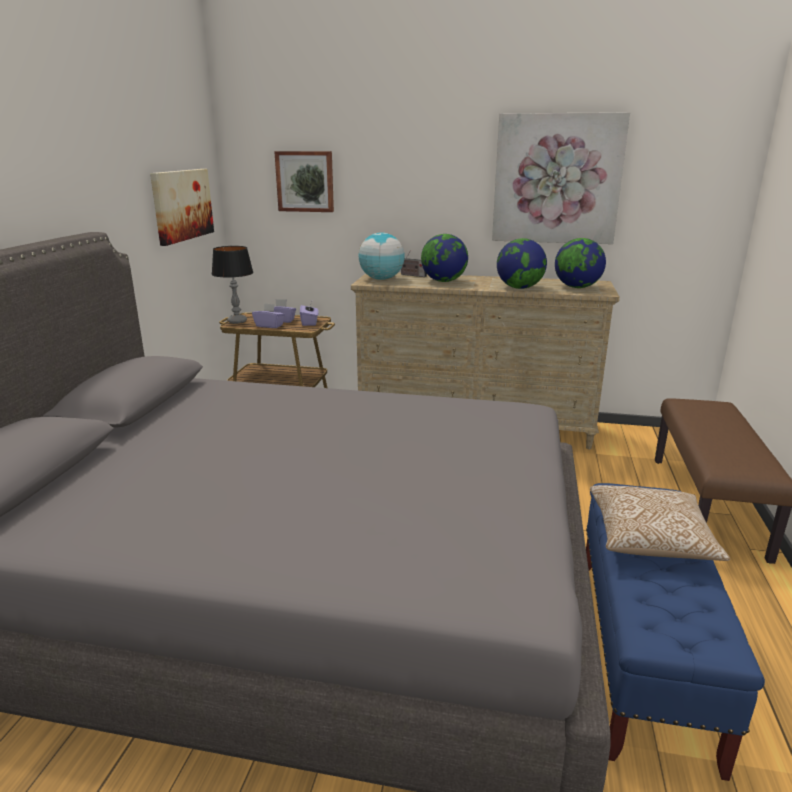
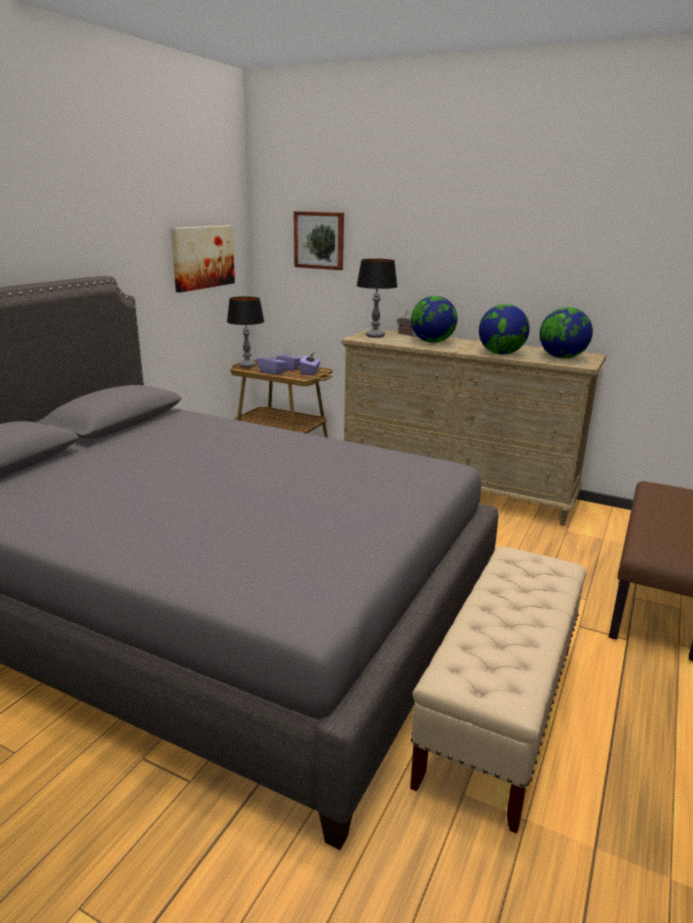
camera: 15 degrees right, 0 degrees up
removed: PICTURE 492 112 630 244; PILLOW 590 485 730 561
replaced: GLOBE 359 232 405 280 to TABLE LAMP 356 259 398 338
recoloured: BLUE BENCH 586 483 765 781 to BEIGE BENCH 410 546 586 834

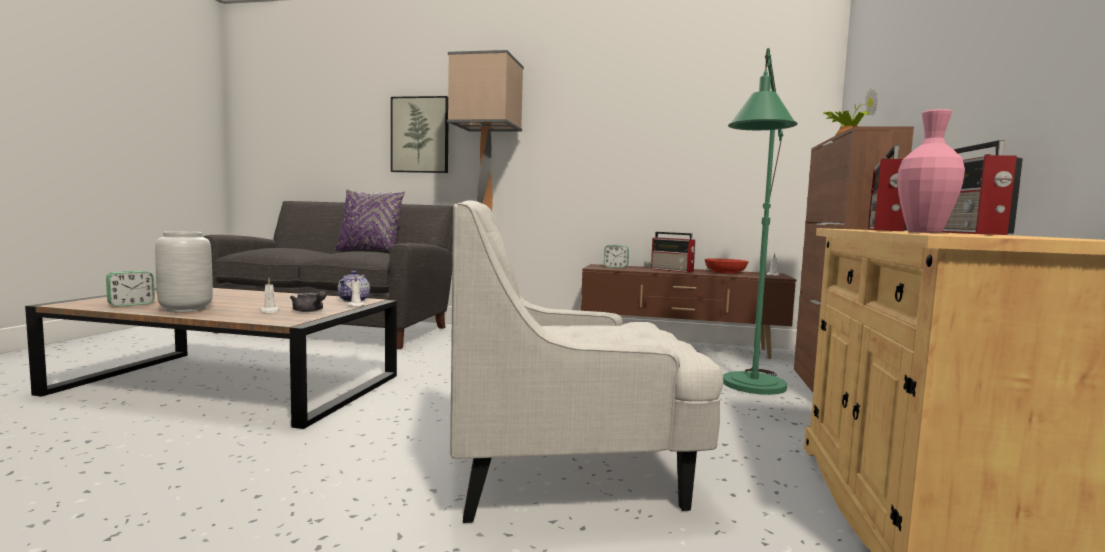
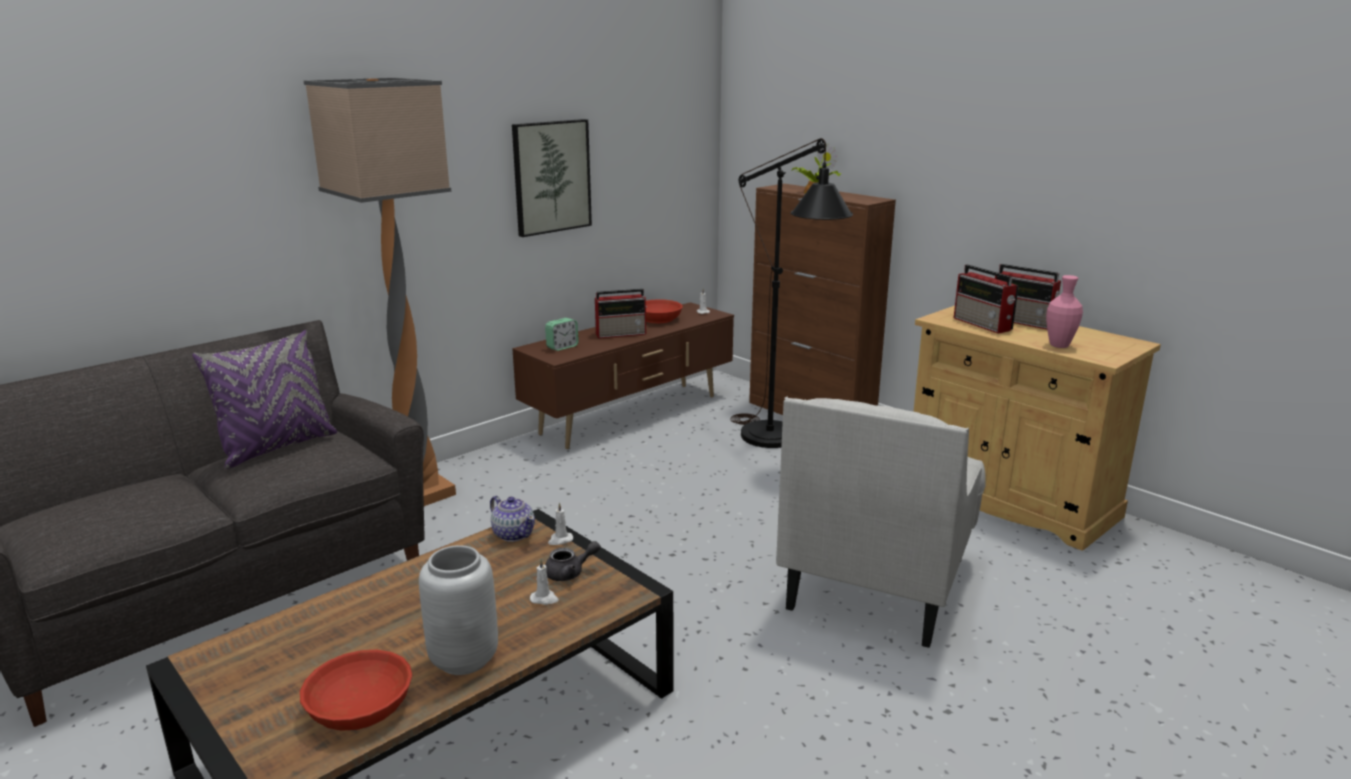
camera: 55 degrees left, 15 degrees up
moved: PICTURE 391 96 448 173 to 512 119 592 237
replaced: ALARM CLOCK 106 271 155 307 to RED BOWL 300 650 412 731
recoloured: GREEN FLOOR LAMP 723 48 797 395 to BLACK FLOOR LAMP 730 138 853 448

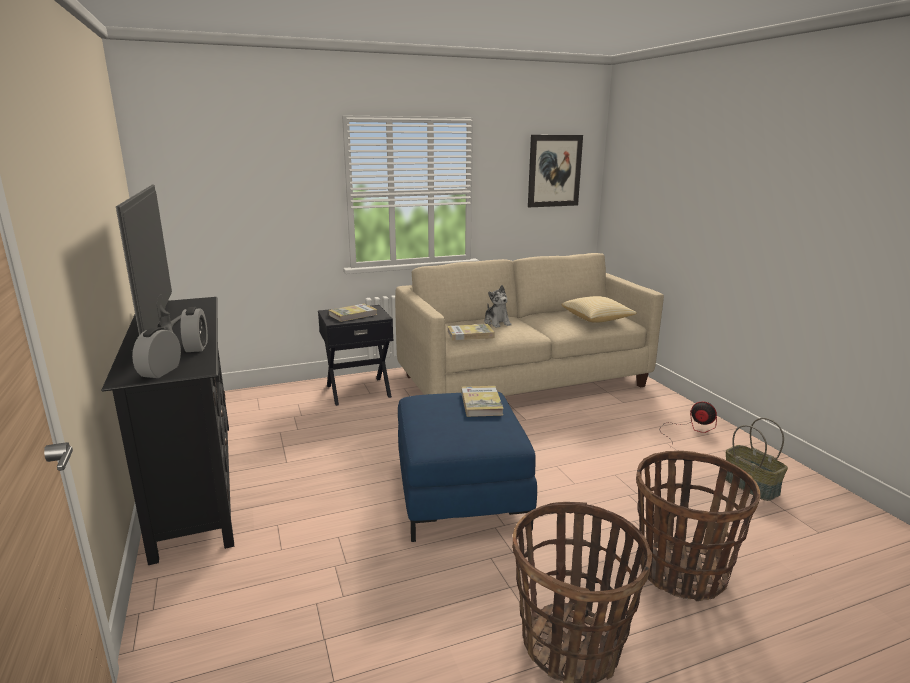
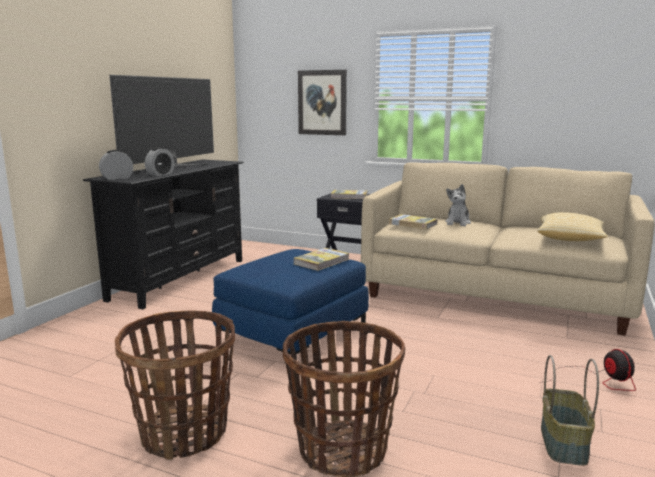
camera: 45 degrees right, 5 degrees down
moved: PICTURE 528 135 583 207 to 298 70 347 135

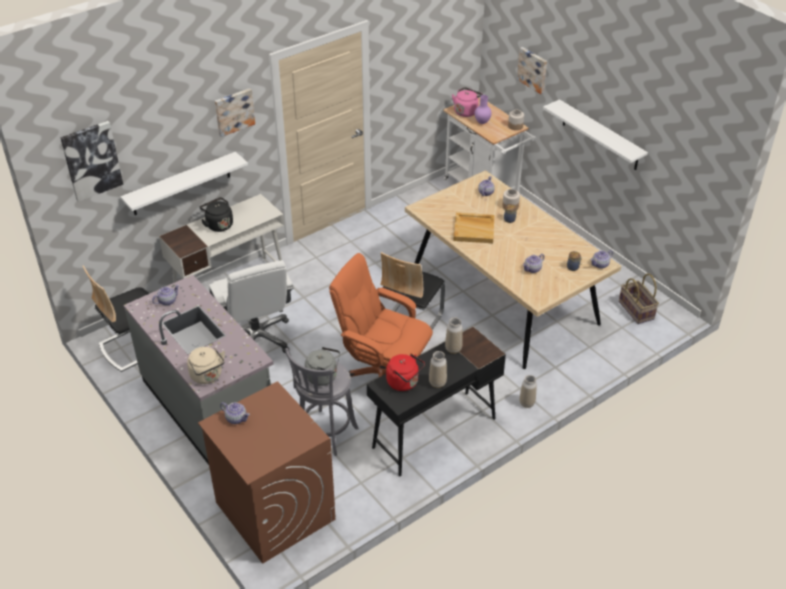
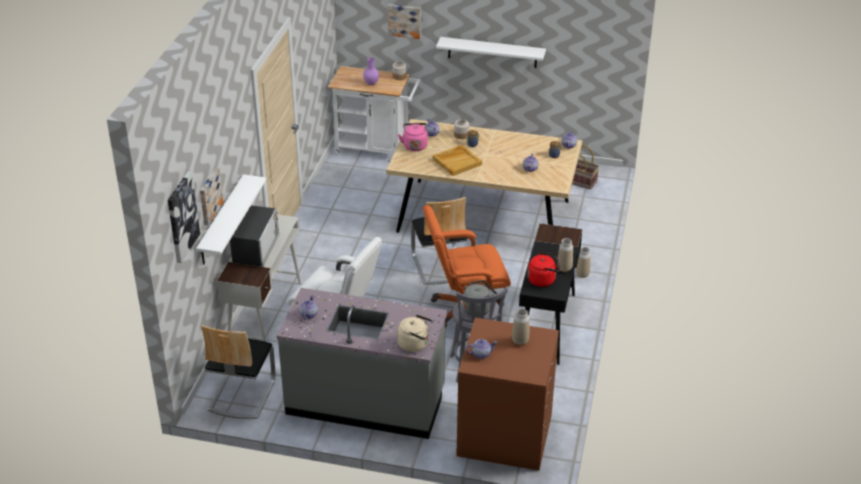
camera: 40 degrees left, 5 degrees down
moved: PICTURE 215 88 255 137 to 200 168 223 225; VASE 445 318 463 354 to 512 308 529 346; PINK KETTLE 452 87 483 117 to 398 123 428 151
replaced: BLACK KETTLE 200 197 233 232 to MICROWAVE 230 205 279 267

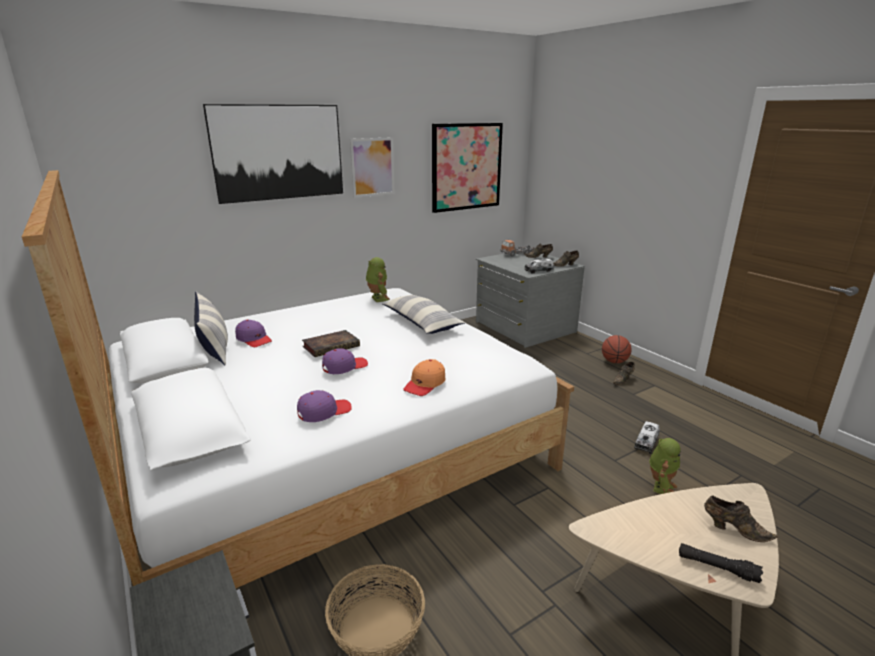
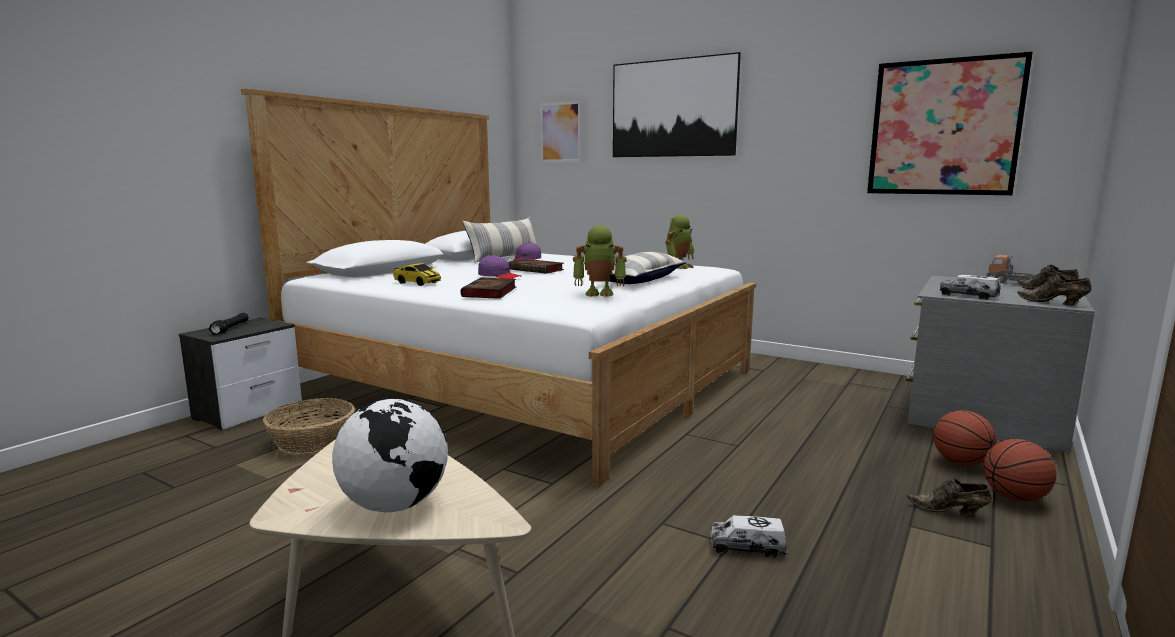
camera: 65 degrees right, 10 degrees down
added: BASKETBALL 933 410 996 466
moved: PICTURE 350 137 395 198 to 540 101 581 162; TOY ROBOT 649 438 681 494 to 573 225 627 297; BLACK FLASHLIGHT 679 543 763 583 to 209 313 249 334
replaced: PURPLE CAP 297 390 352 422 to TOY CAR 393 263 441 286; ORANGE CAP 403 359 445 396 to BOOK 461 278 516 299; BROWN SHOE 704 495 778 542 to GLOBE 332 398 448 512

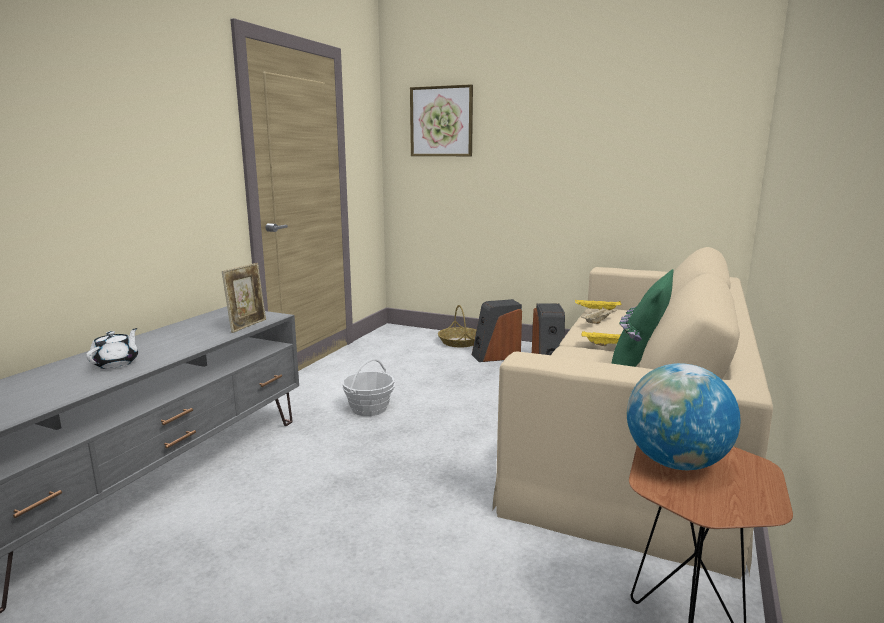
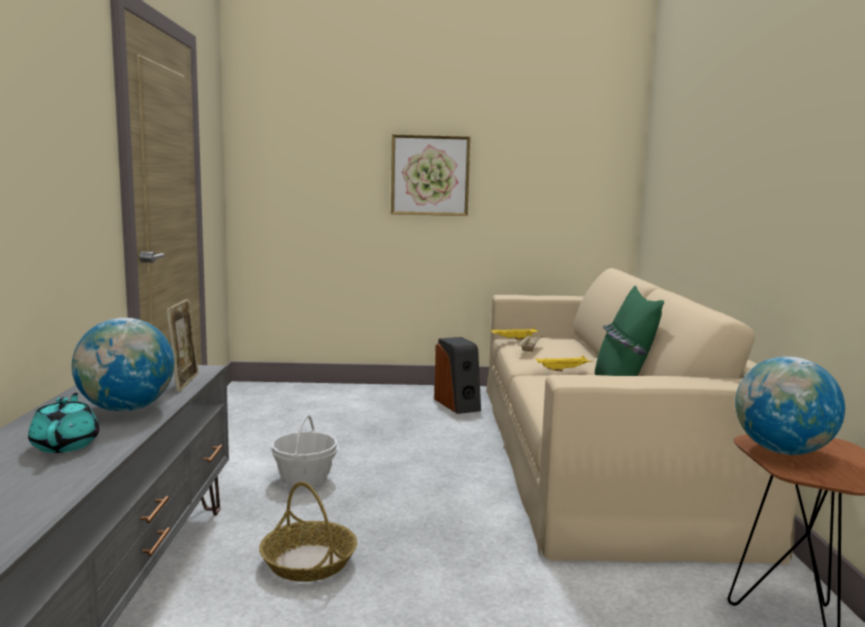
camera: 25 degrees left, 5 degrees down
removed: SPEAKER 472 299 522 362
added: GLOBE 72 318 174 412
moved: PICTURE 410 84 473 156 to 391 134 470 216; BASKET 438 305 476 347 to 259 482 357 582
recoloured: WHITE TEAPOT 86 328 138 369 to TURQUOISE TEAPOT 28 393 99 453

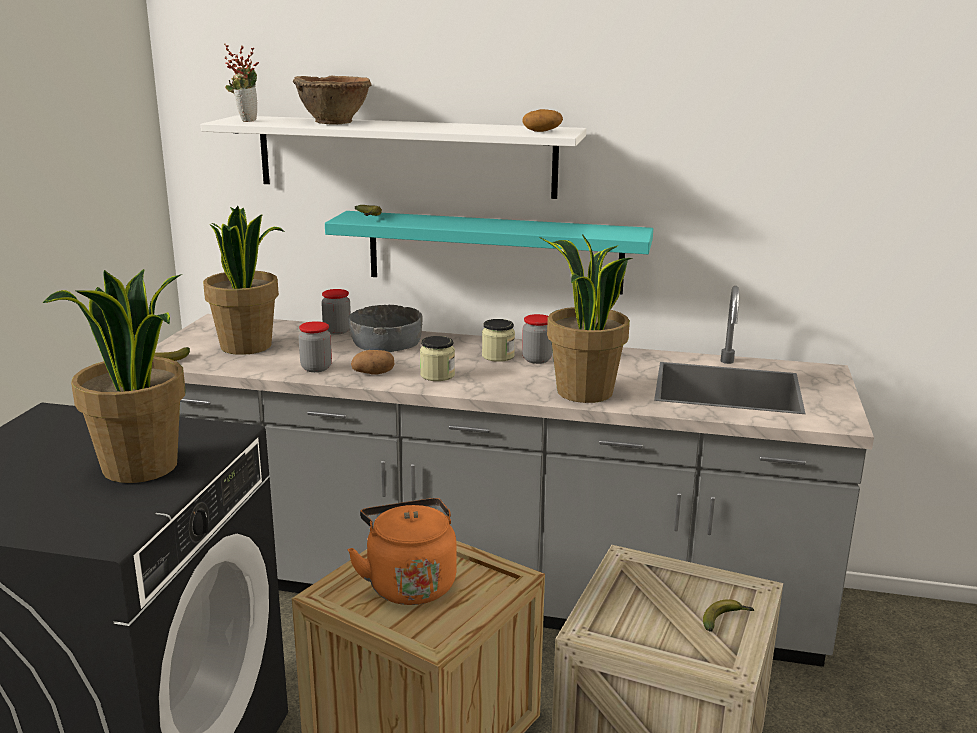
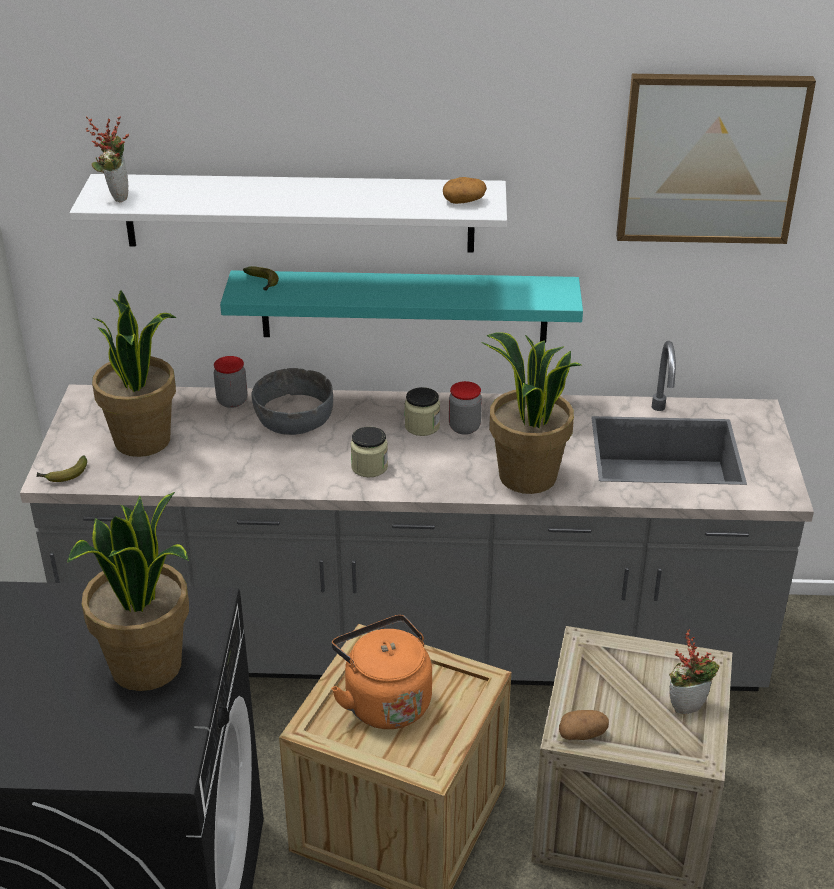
camera: 10 degrees left, 15 degrees up
removed: BROWN BOWL 293 76 372 125; JAR 298 321 332 372
added: PICTURE 616 74 816 244
moved: POTATO 351 350 395 375 to 559 710 609 740
replaced: BANANA 703 599 754 632 to POTTED PLANT 669 629 719 714

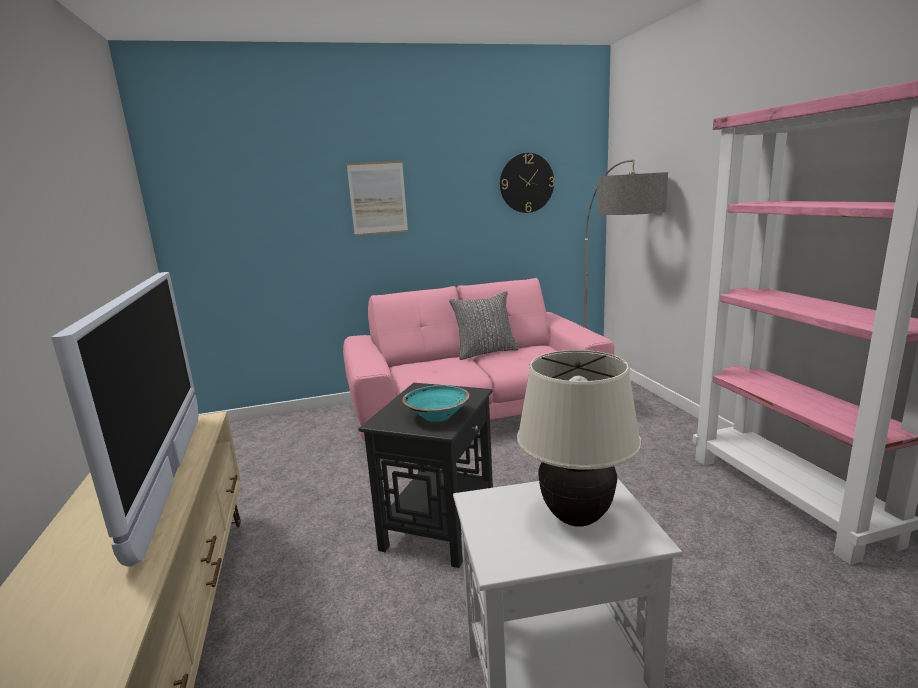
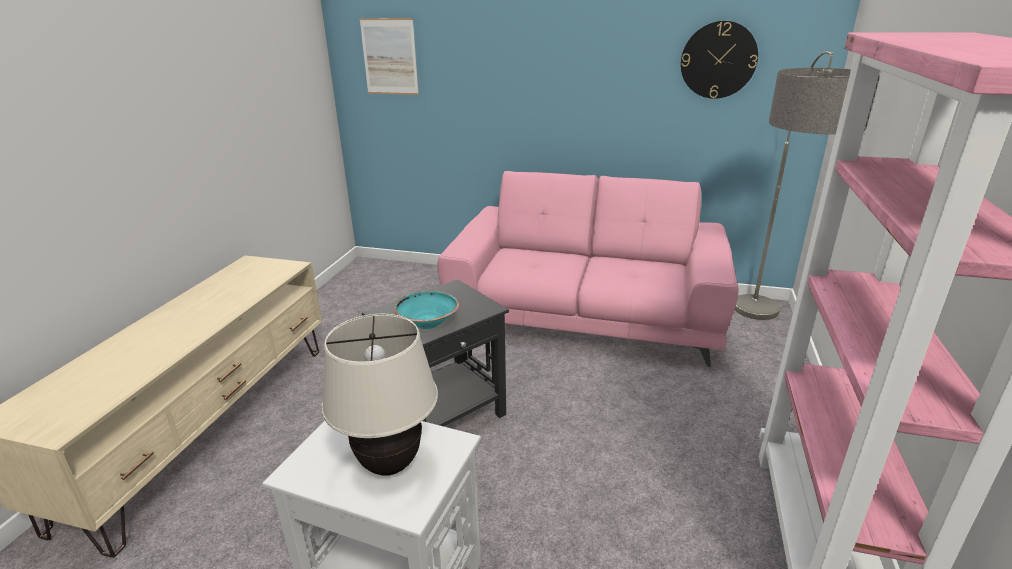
camera: 30 degrees right, 10 degrees up
removed: TELEVISION 51 272 199 567; GREY PILLOW 449 291 519 360
moved: PICTURE 347 161 408 236 to 359 18 419 95

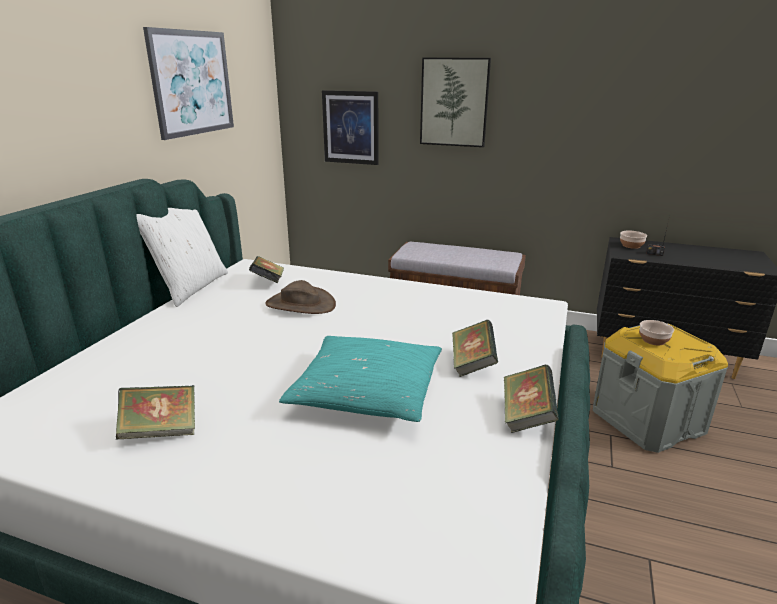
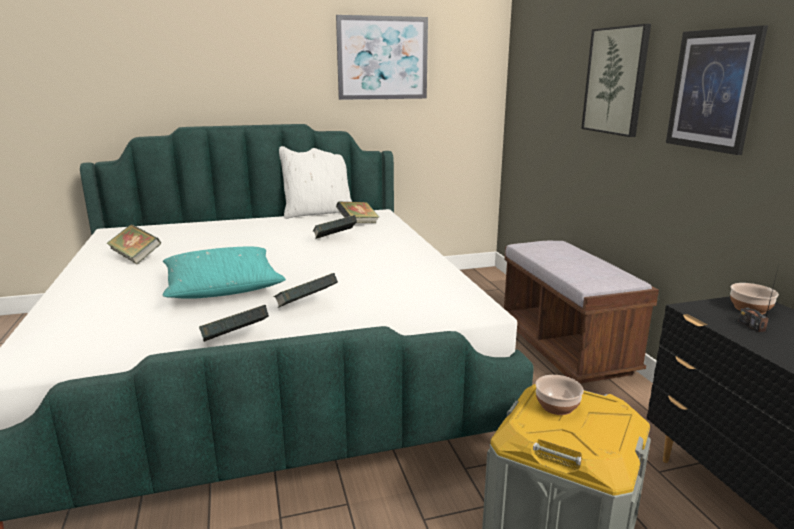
camera: 55 degrees right, 5 degrees down
moved: PICTURE 322 90 379 165 to 666 25 768 155
replaced: BROWN HAT 265 280 336 314 to BOOK 313 215 357 239

